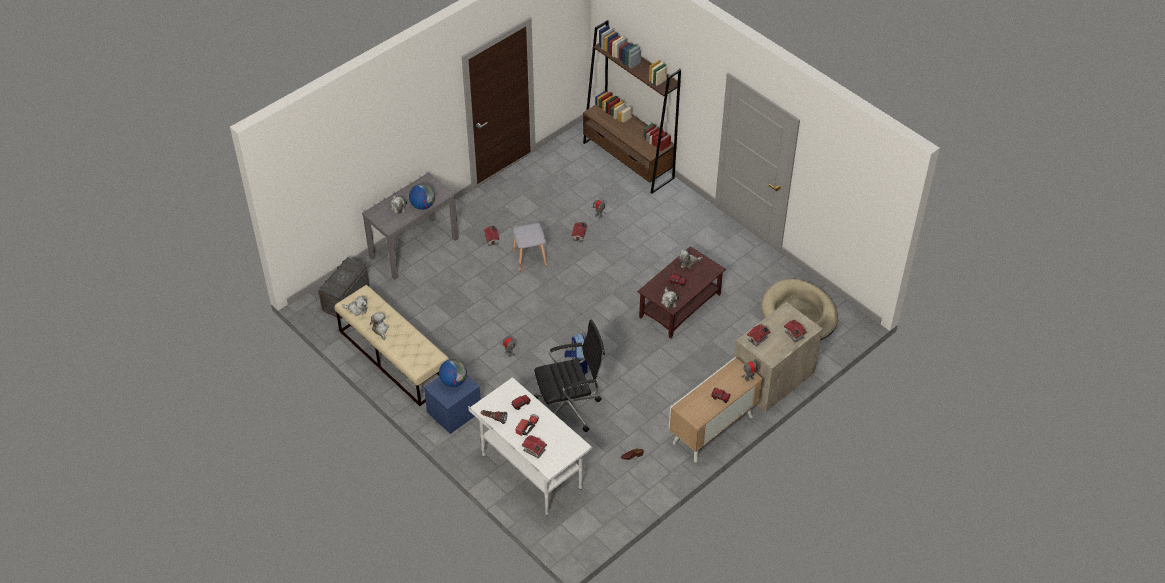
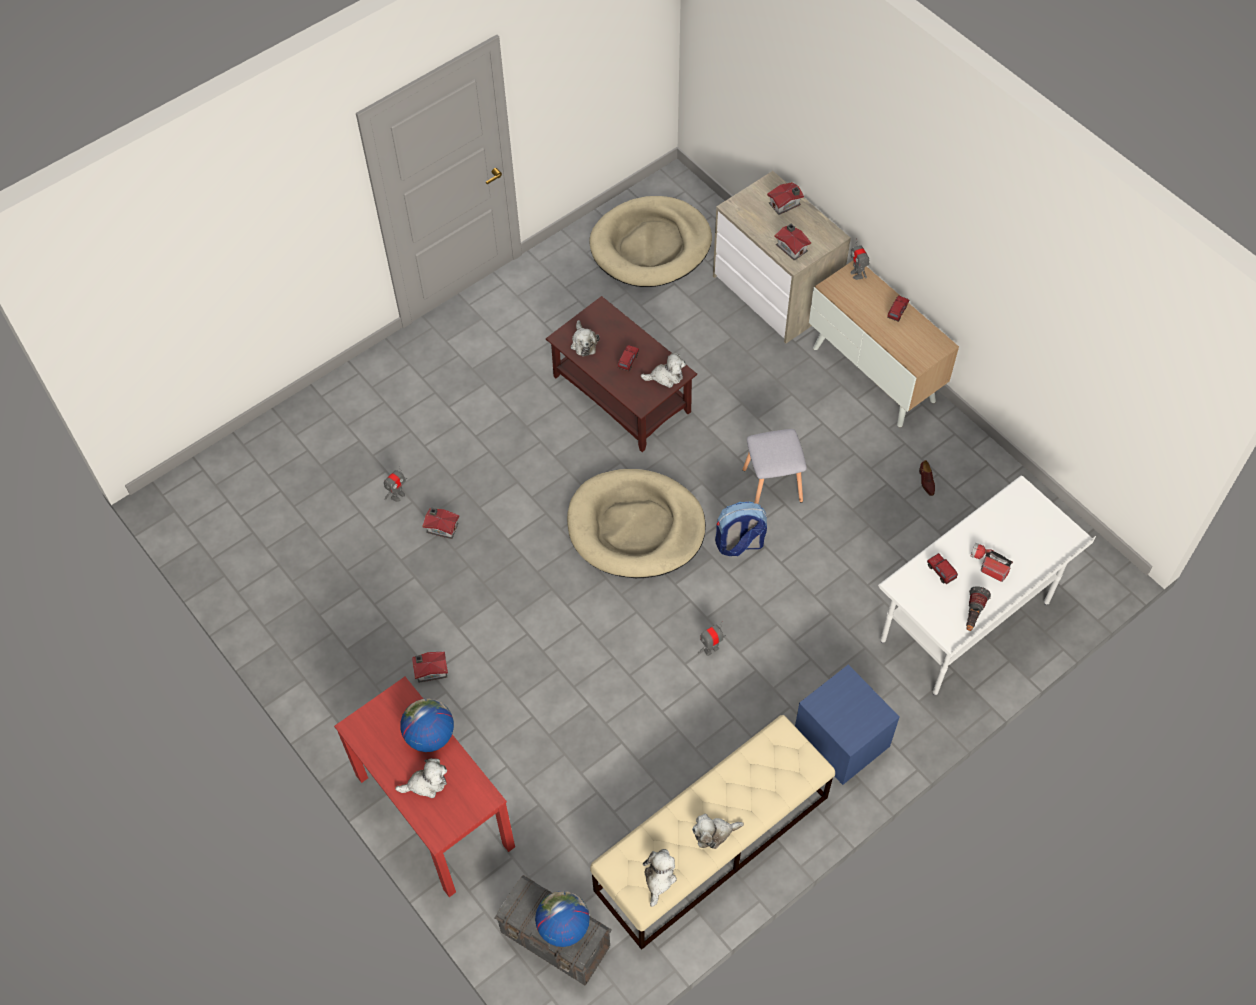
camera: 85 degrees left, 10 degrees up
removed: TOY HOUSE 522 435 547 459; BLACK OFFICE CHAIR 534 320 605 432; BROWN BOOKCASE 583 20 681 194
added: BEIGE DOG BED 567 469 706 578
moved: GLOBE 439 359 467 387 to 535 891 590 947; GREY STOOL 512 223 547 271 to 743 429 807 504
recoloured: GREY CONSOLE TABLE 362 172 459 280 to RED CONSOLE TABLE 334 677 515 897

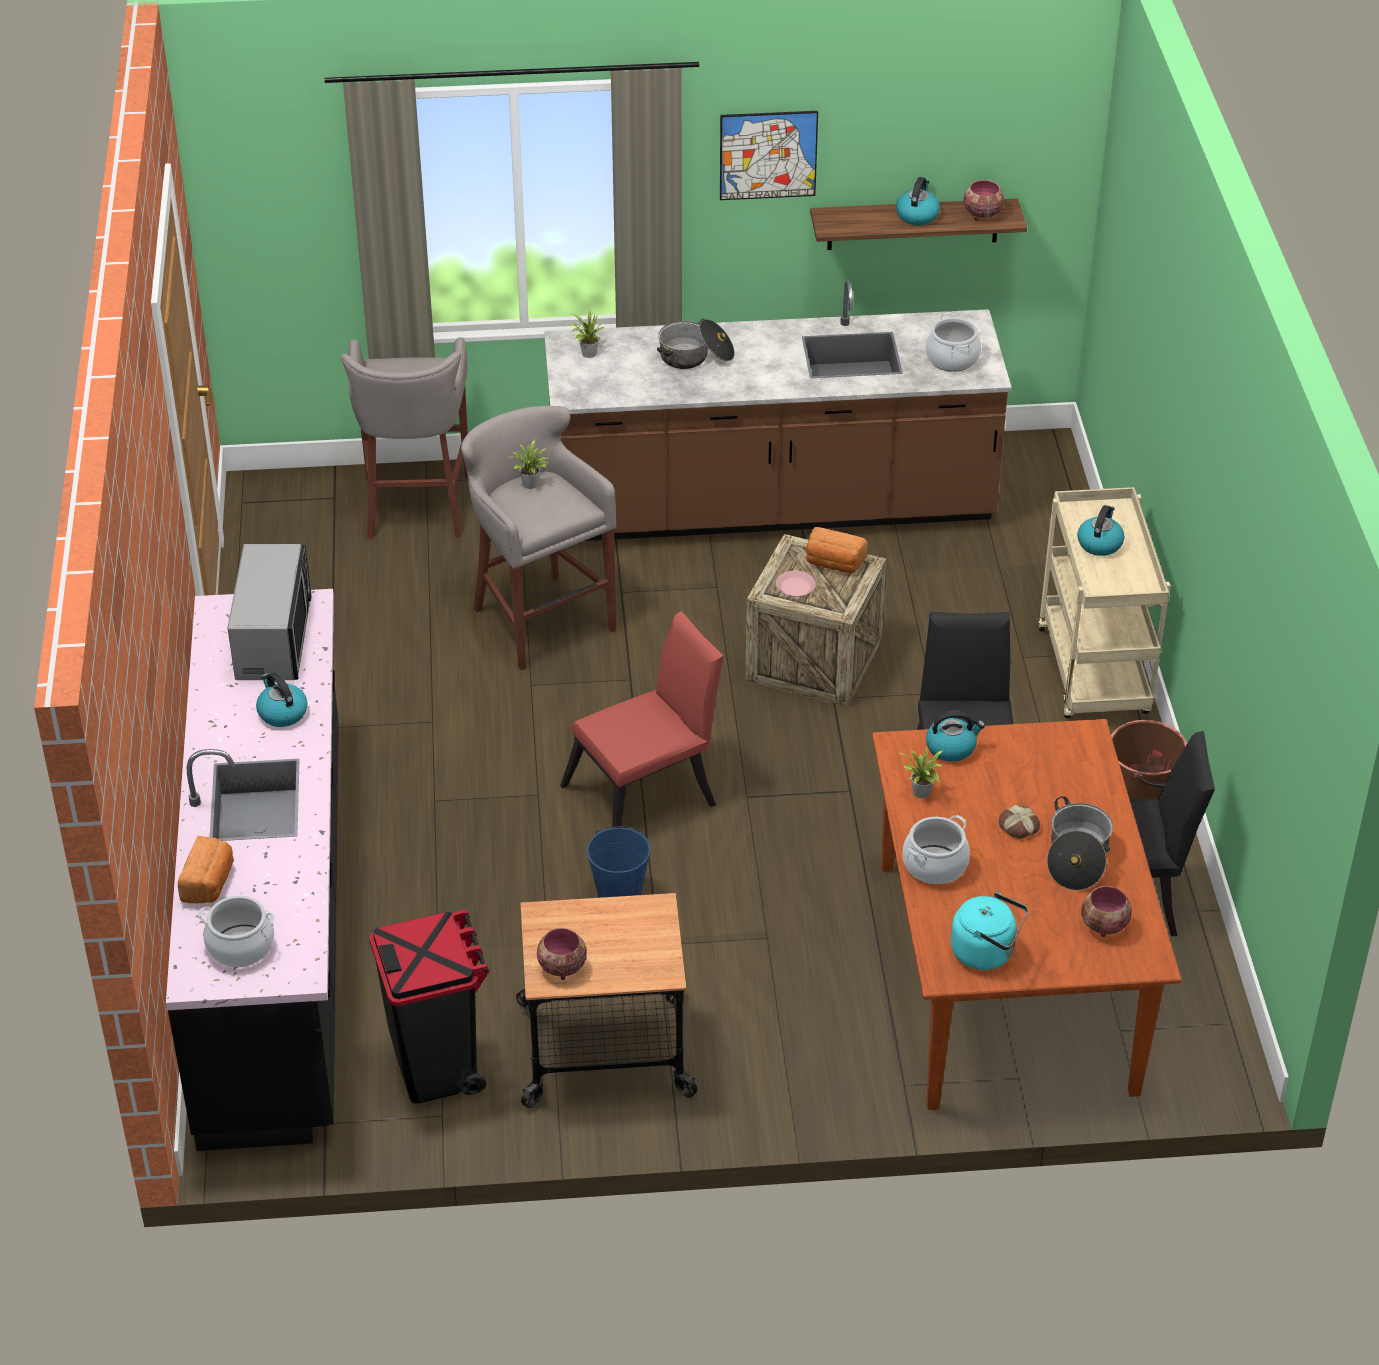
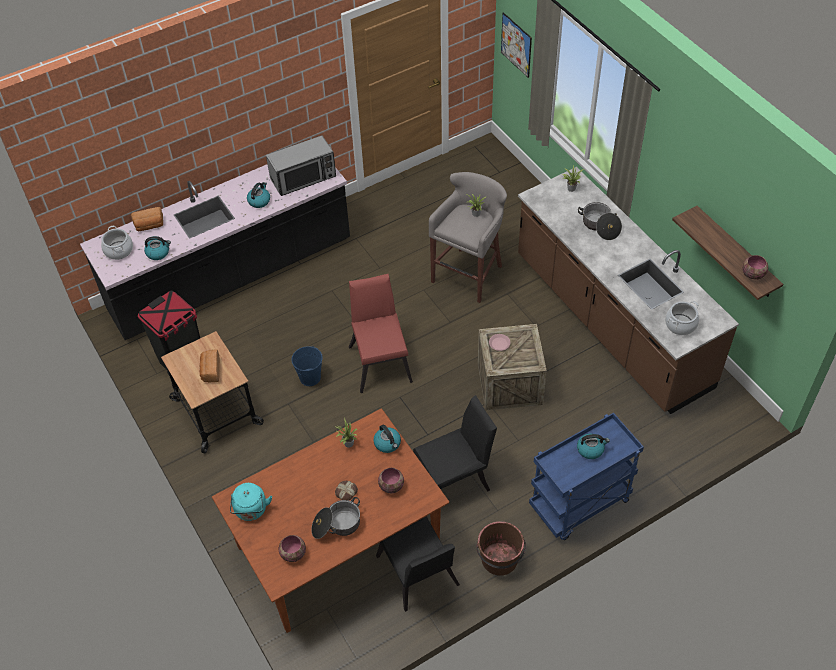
camera: 65 degrees right, 10 degrees up
removed: GREY STOOL 341 337 468 539; COOKING POT 903 815 970 885
moved: BOWL 537 928 587 980 to 378 468 404 493; PICTURE 720 111 818 200 to 501 12 532 78; BREAD 806 527 868 573 to 200 349 220 383; KETTLE 896 177 940 225 to 144 236 171 260
recoloured: BEIGE CART 1038 487 1171 718 to BLUE CART 529 413 644 540
turned: RED CHAIR 560 611 724 828 = 349 274 413 393 135 degrees counterclockwise

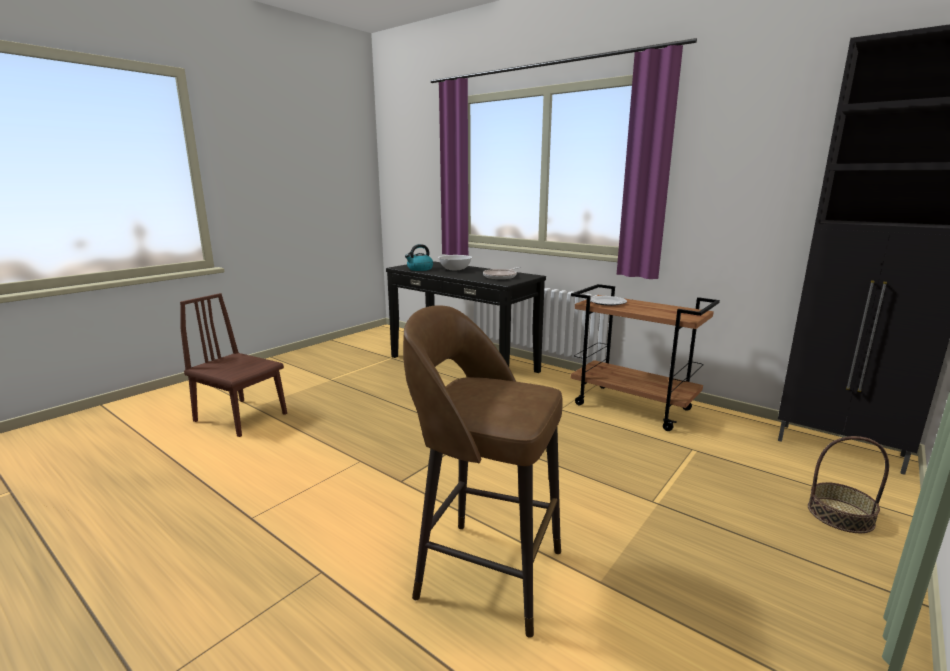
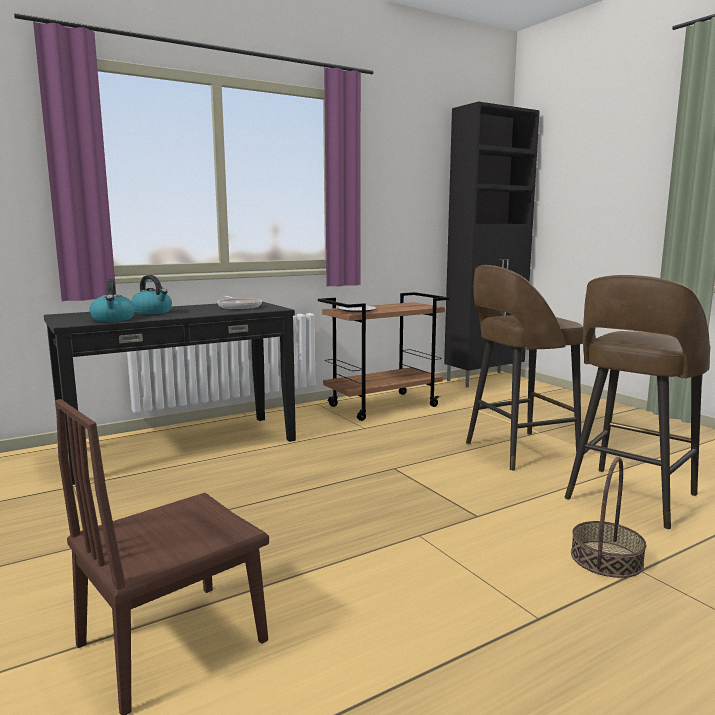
camera: 70 degrees left, 5 degrees down
added: BROWN STOOL 466 265 583 471
moved: BASKET 808 436 889 533 to 571 457 646 578
replaced: WHITE BOWL 438 255 472 270 to KETTLE 131 275 172 314

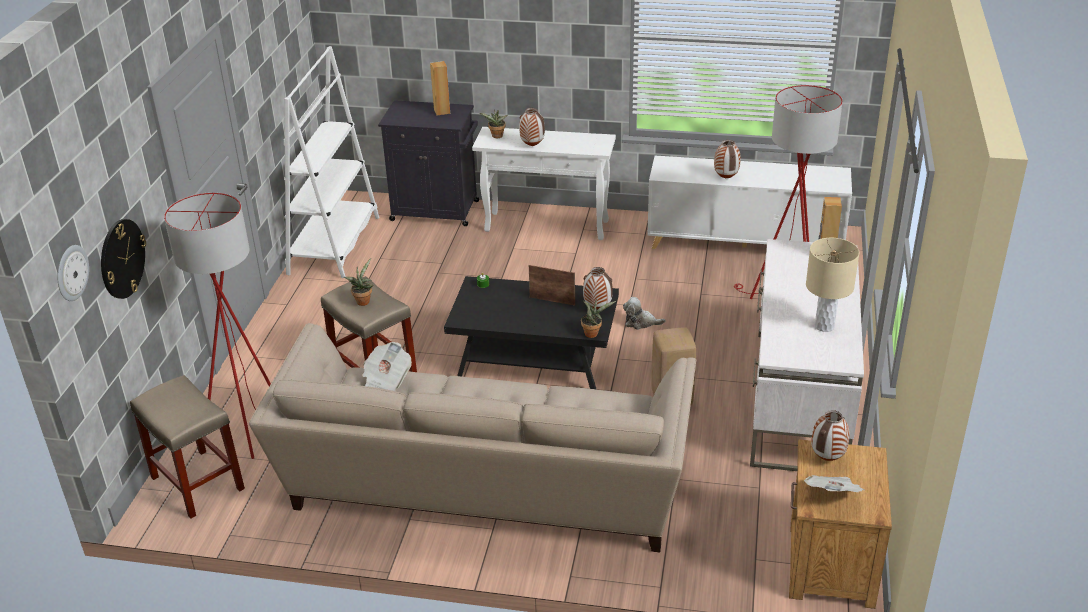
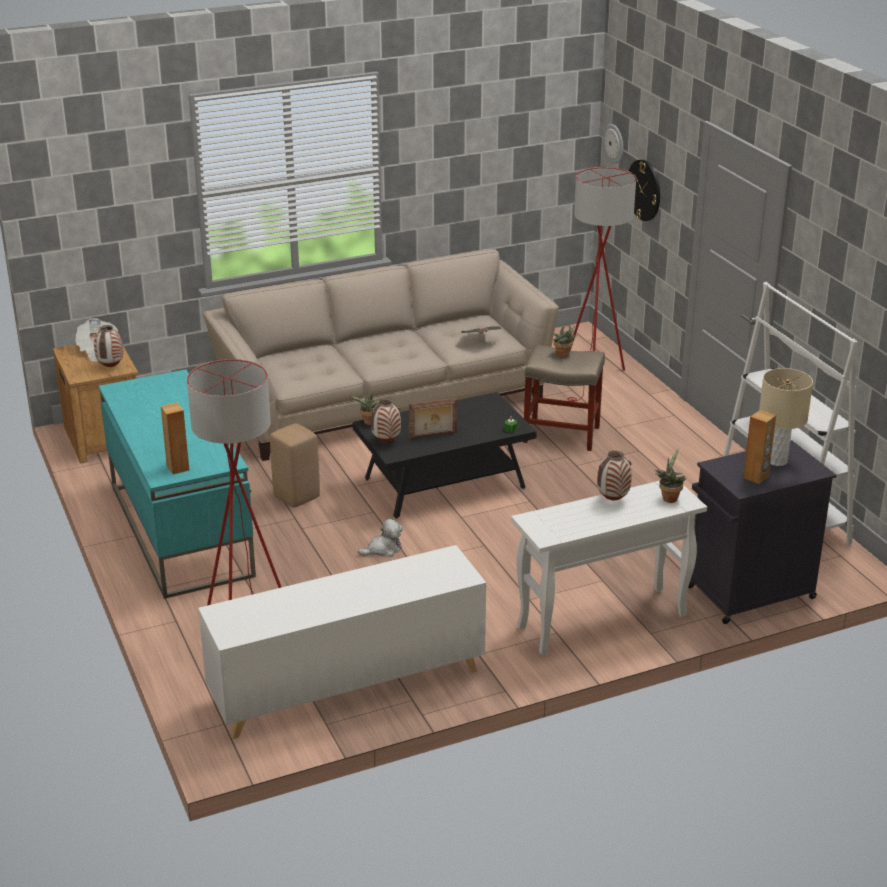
camera: 145 degrees right, 5 degrees down
removed: BEIGE STOOL 130 375 245 518; VASE 714 140 741 178
moved: BEIGE TABLE LAMP 806 238 860 332 to 759 368 813 466
recoloured: WHITE DESK 750 239 864 471 to TURQUOISE DESK 99 369 256 599

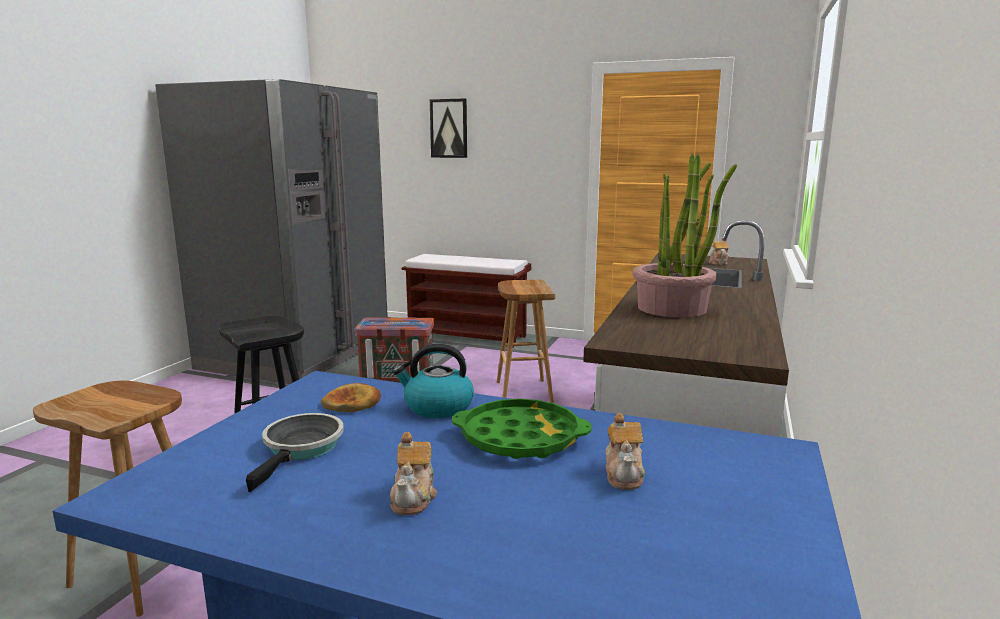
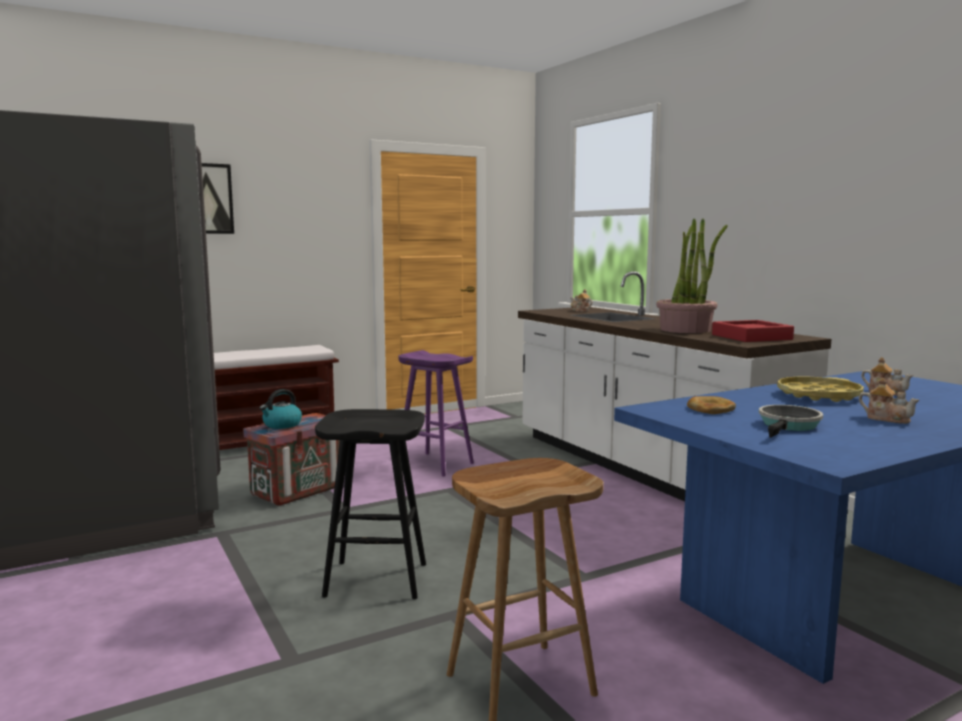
camera: 50 degrees left, 5 degrees down
added: RED TRAY 712 320 794 342
moved: KETTLE 393 344 474 418 to 260 389 302 429
recoloured: GREEN TRAY 452 399 592 459 to YELLOW TRAY 777 377 864 402; BROWN STOOL 497 280 555 403 to PURPLE STOOL 398 350 474 477
turned: FRYING PAN 246 413 344 492 = 759 405 823 438 75 degrees clockwise

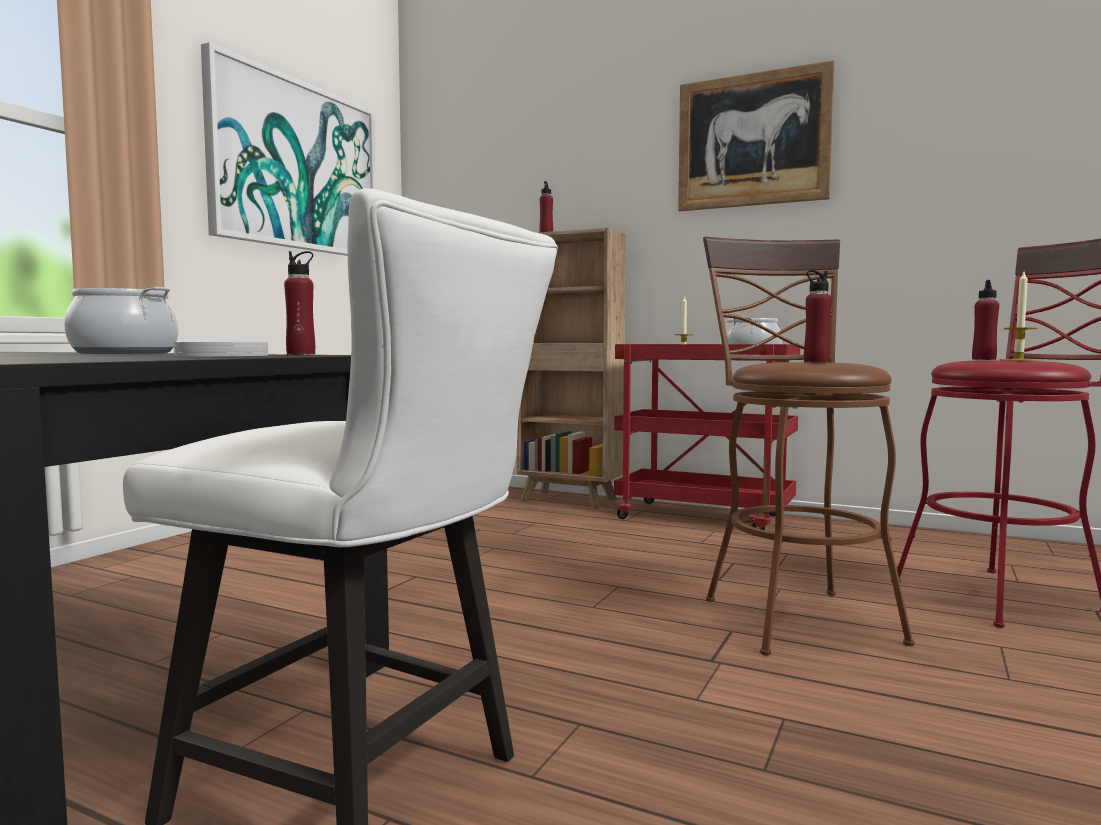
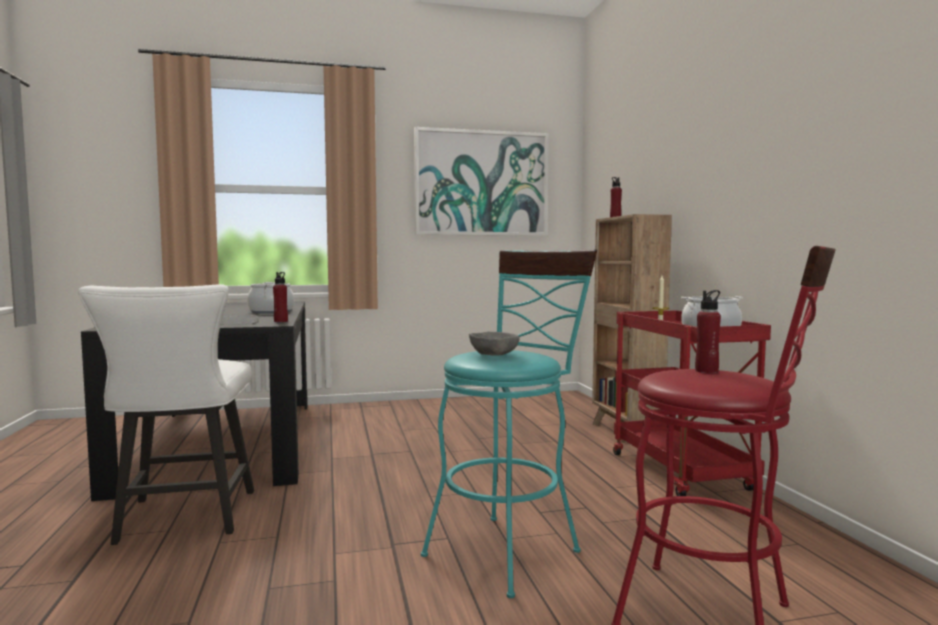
camera: 50 degrees right, 0 degrees up
removed: PICTURE 678 60 835 211; CANDLE 1000 272 1038 361
replaced: RED BOTTLE 804 270 832 363 to GREY BOWL 469 332 519 356
recoloured: BROWN STOOL 703 237 914 655 to TURQUOISE STOOL 421 249 597 598

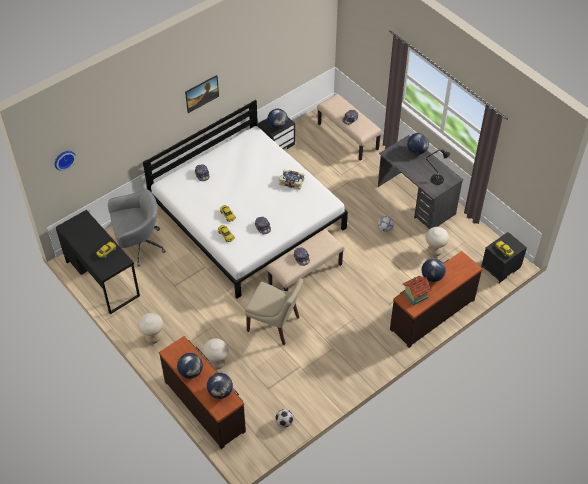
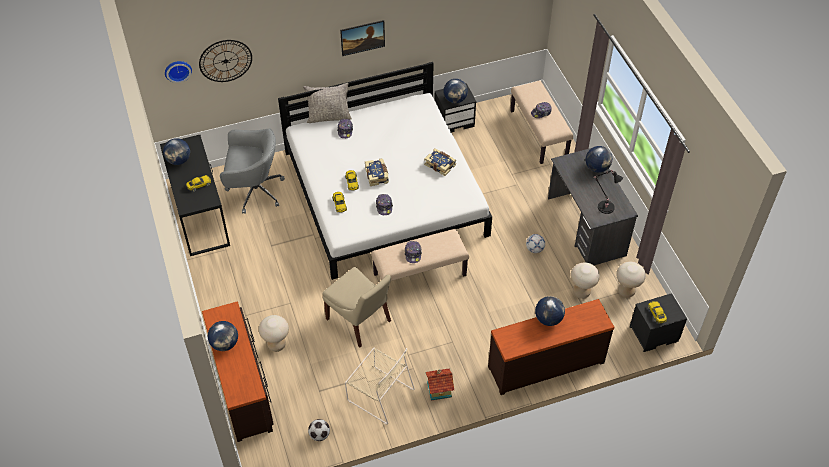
camera: 20 degrees right, 0 degrees up
added: WALL CLOCK 199 40 252 82; GREY PILLOW 303 83 352 123; BEIGE CHAIR 345 347 415 424; BOOK 365 158 389 186
moved: BEIGE STOOL 138 313 163 344 to 616 262 646 298; GLOBE 207 373 233 399 to 163 138 190 165; TOY HOUSE 403 275 431 305 to 425 368 454 400

